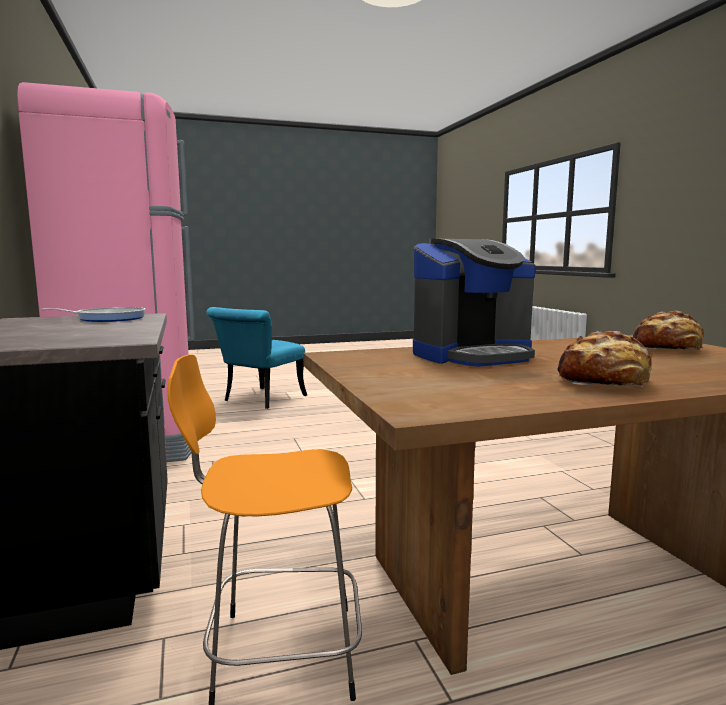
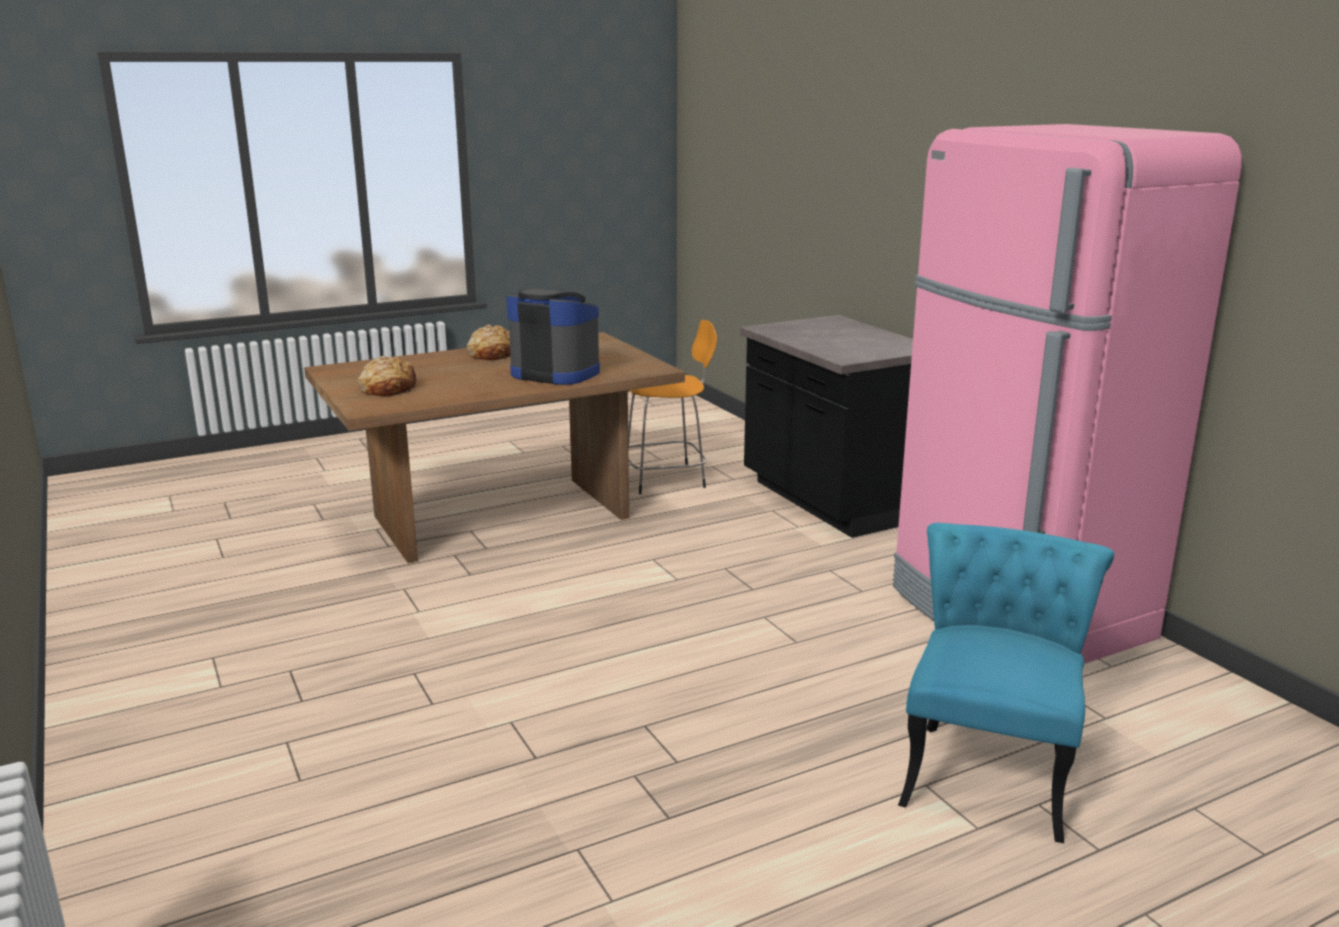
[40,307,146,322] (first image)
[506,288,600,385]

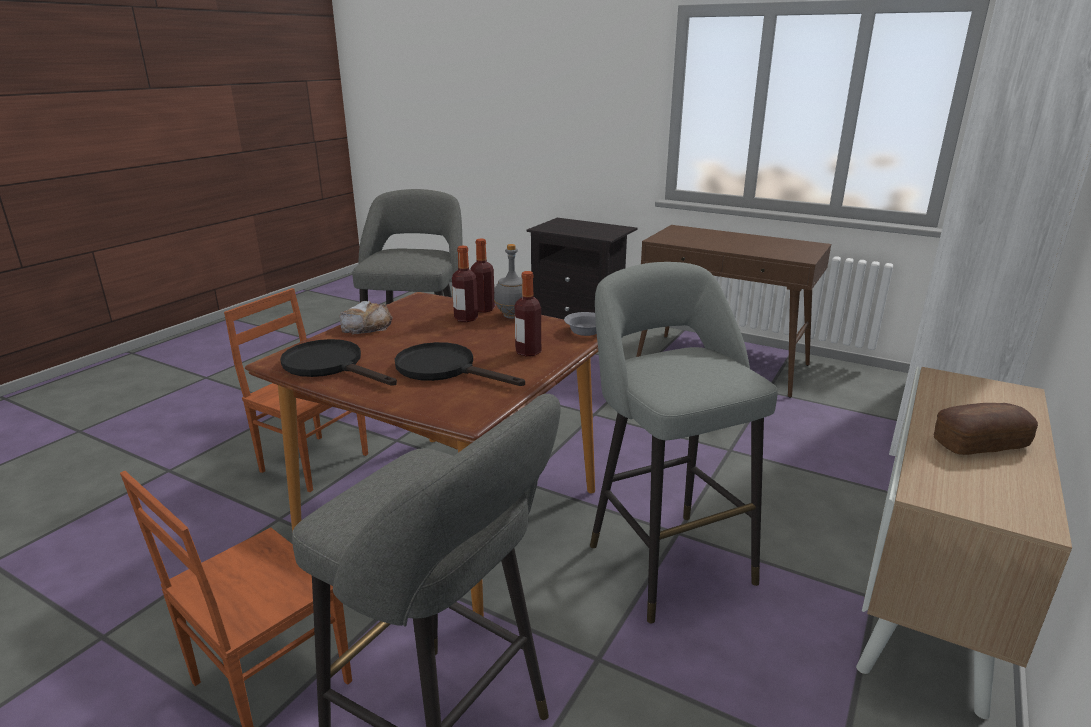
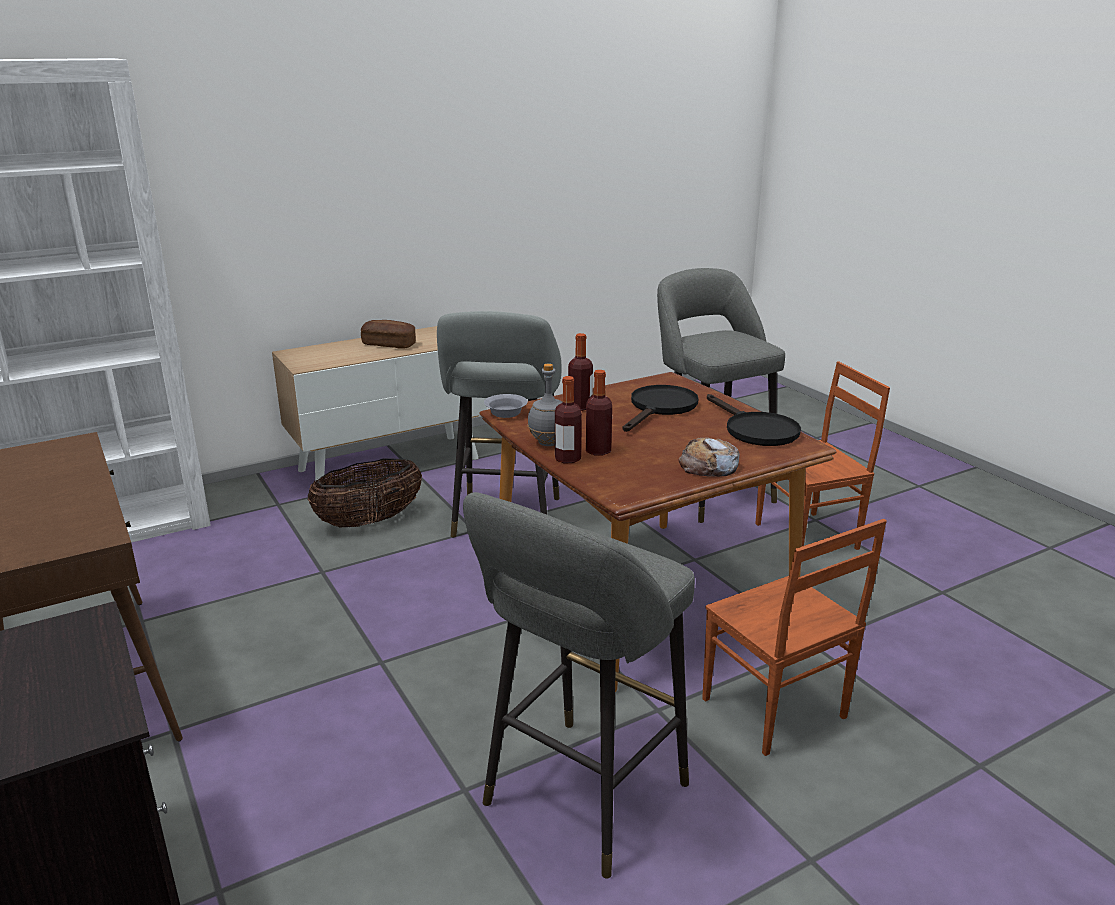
[307,459,422,527]
[622,385,698,432]

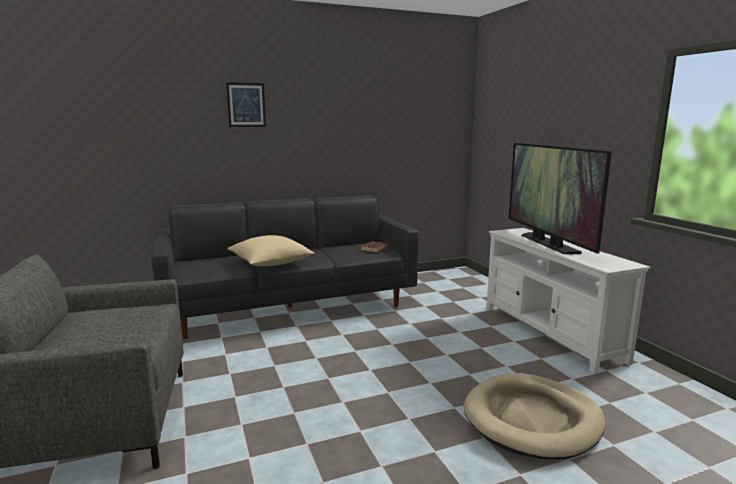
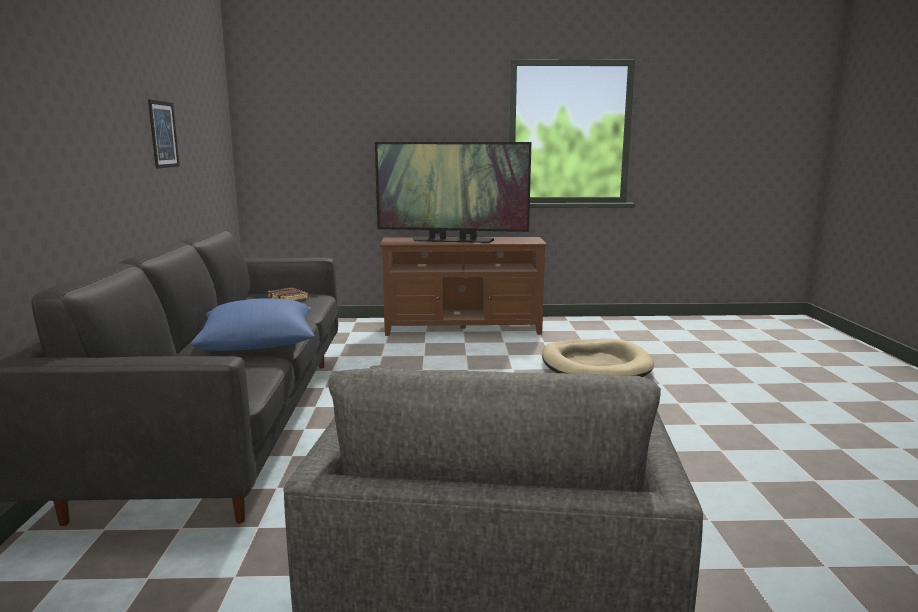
[148,100,180,169]
[191,298,315,351]
[379,237,547,336]

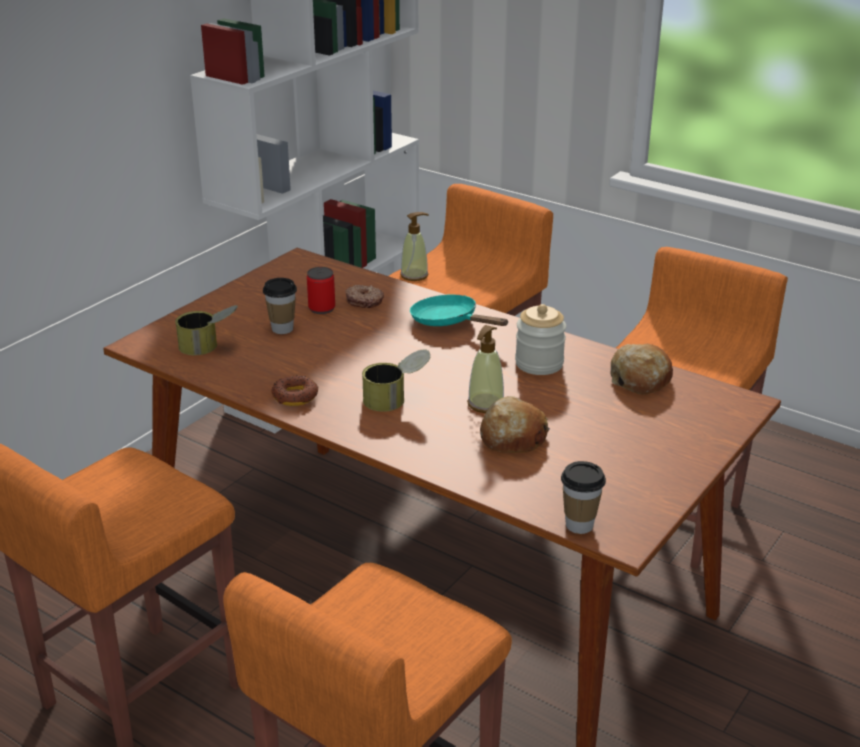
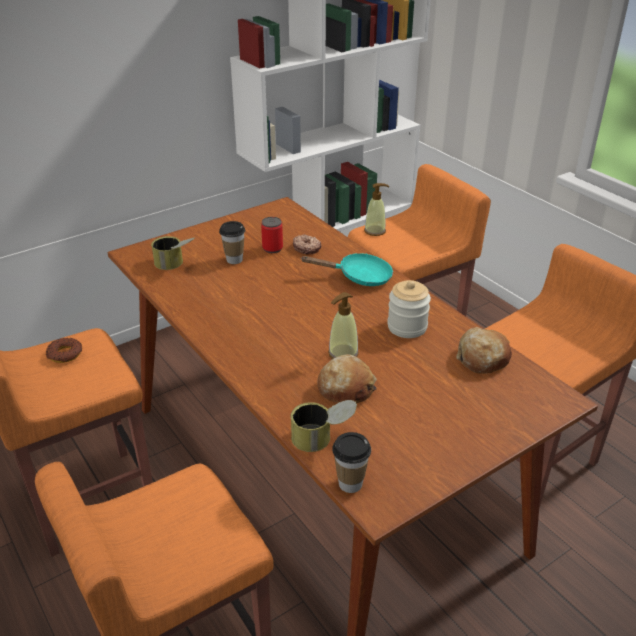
[46,338,82,363]
[291,400,357,452]
[300,253,393,286]

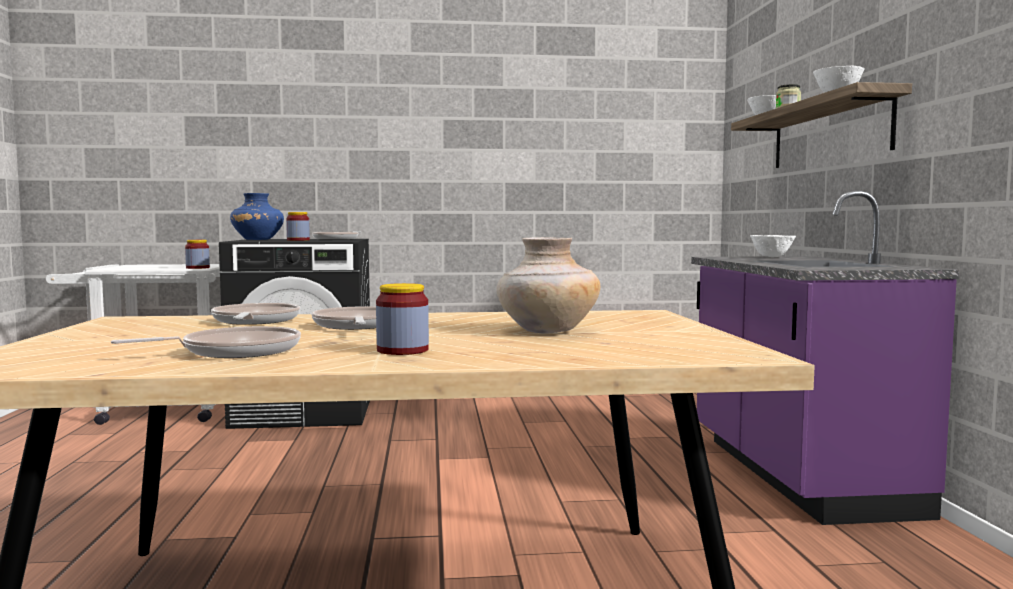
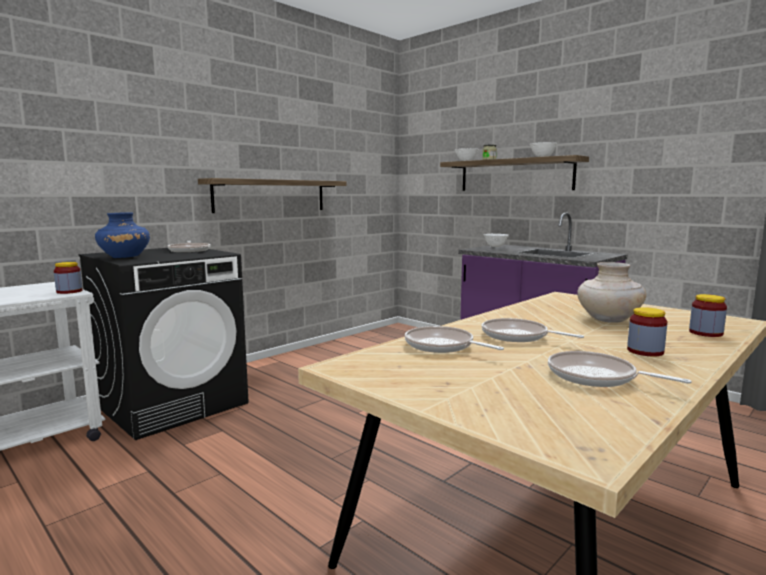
[198,178,347,213]
[689,294,727,337]
[548,351,692,387]

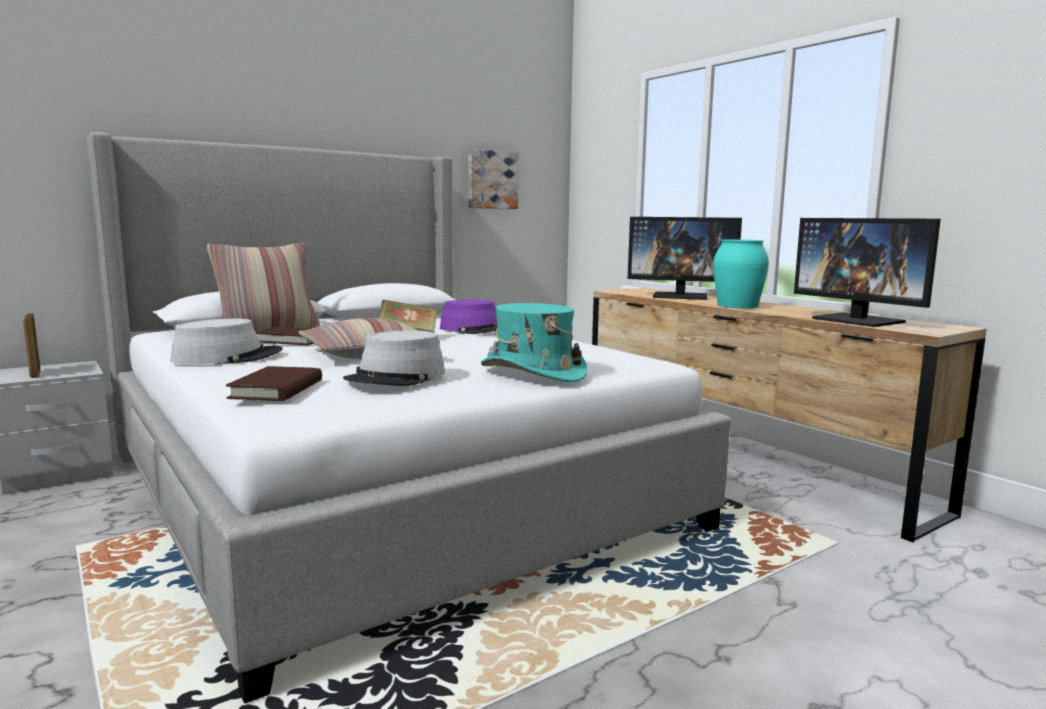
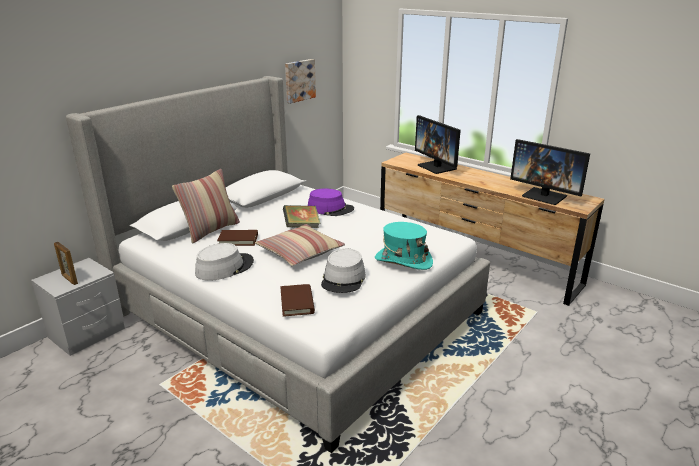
[713,239,769,309] (first image)
[415,115,461,174]

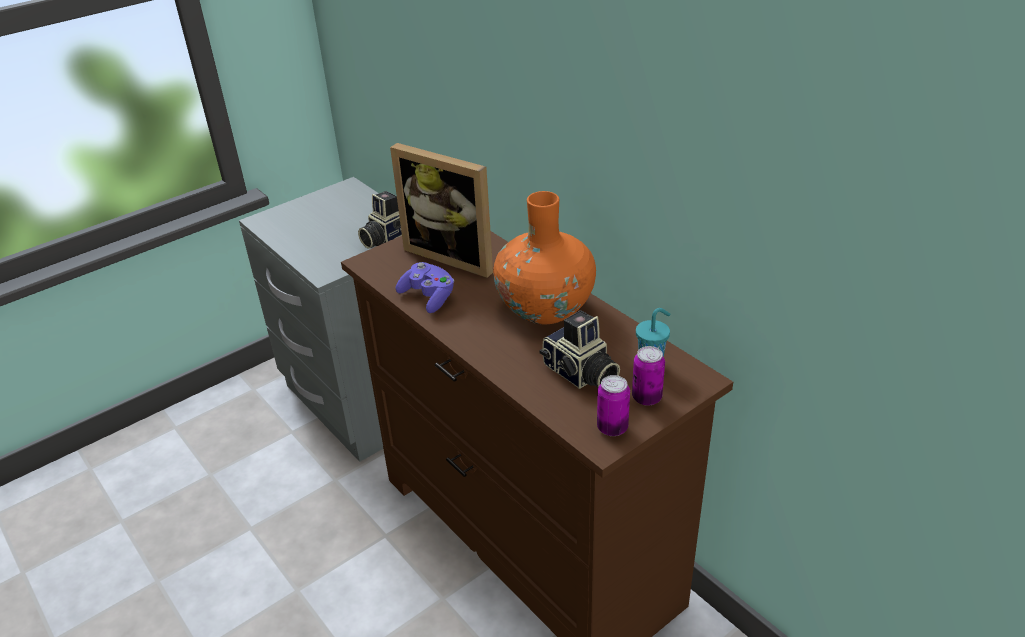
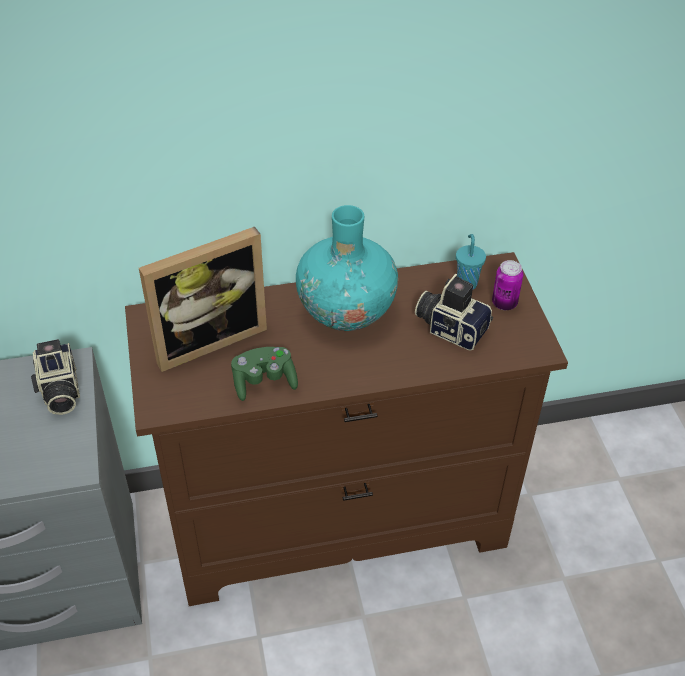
[597,375,630,436] (first image)
[231,347,298,401]
[296,205,398,331]
[415,274,493,351]

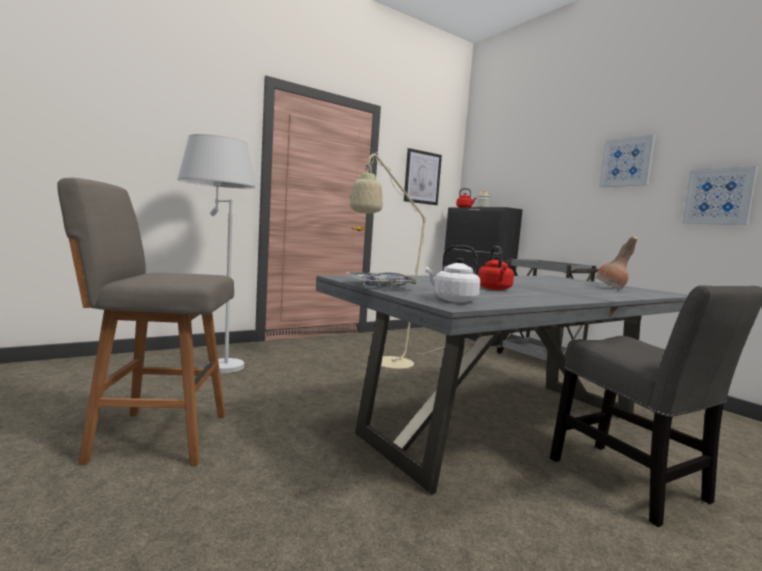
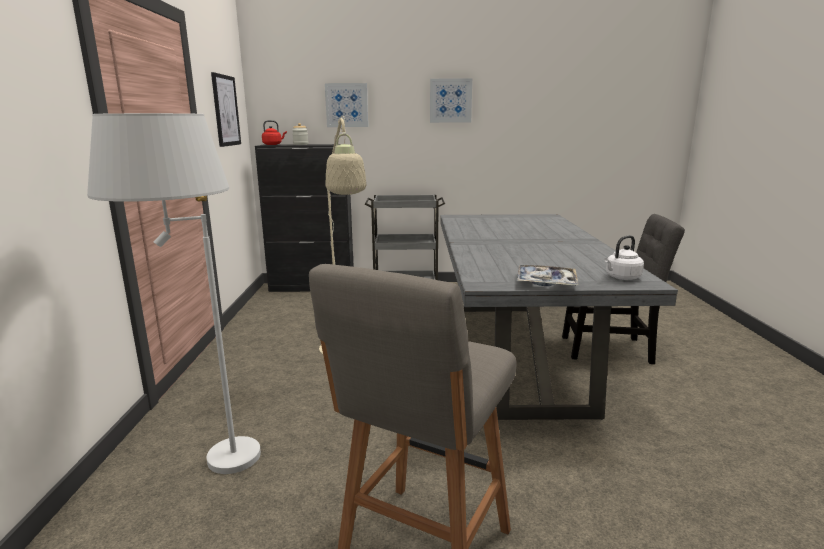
[478,246,514,290] (first image)
[596,236,638,289] (first image)
[325,83,368,127]

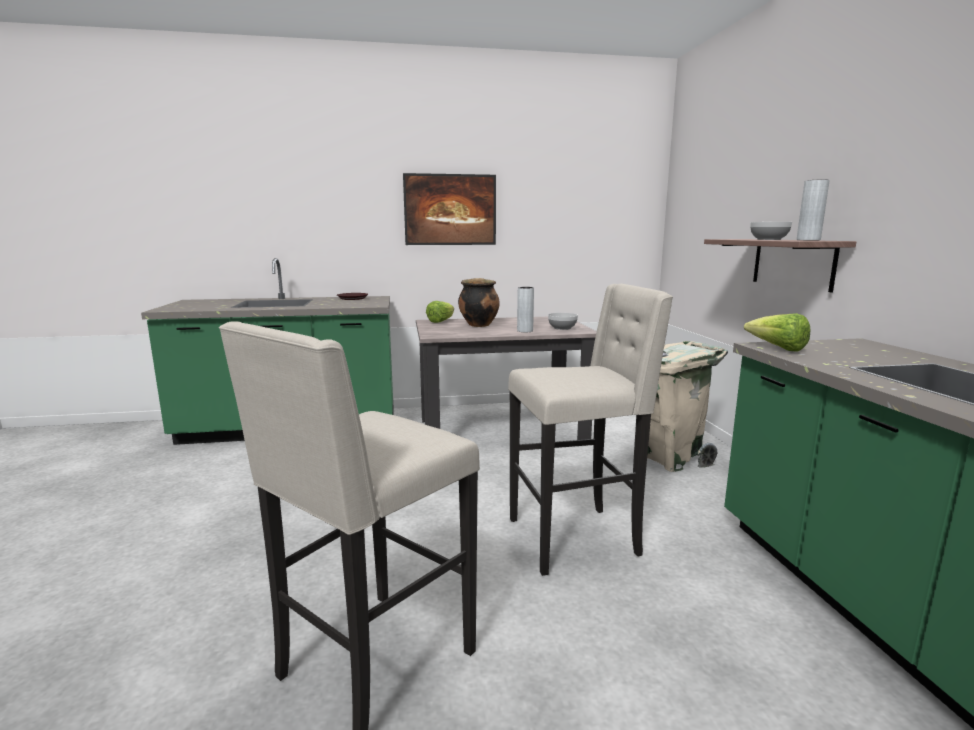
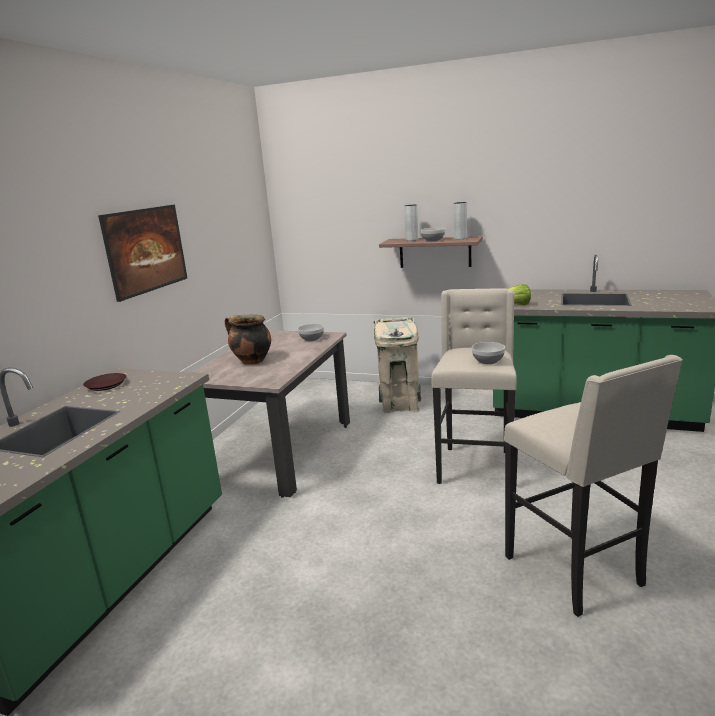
[426,301,454,323] (first image)
[472,342,505,364]
[404,205,418,241]

